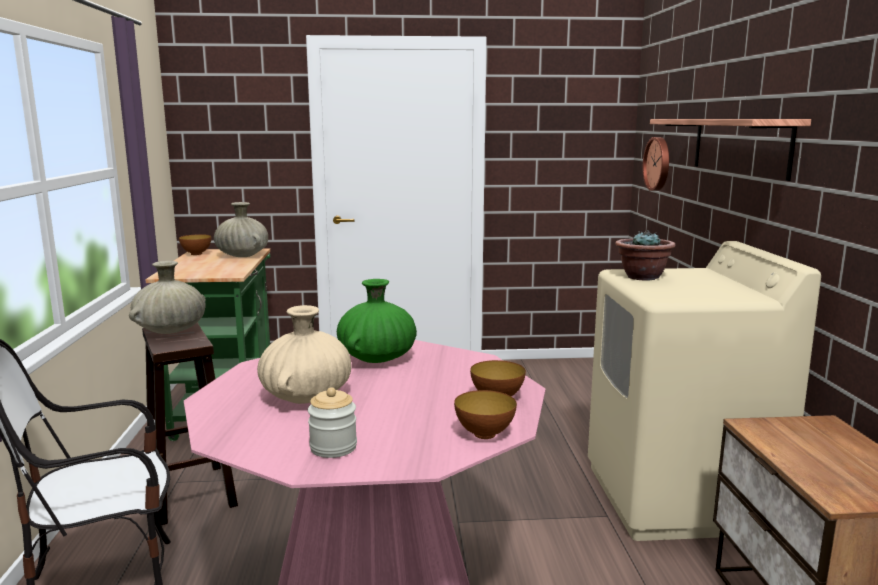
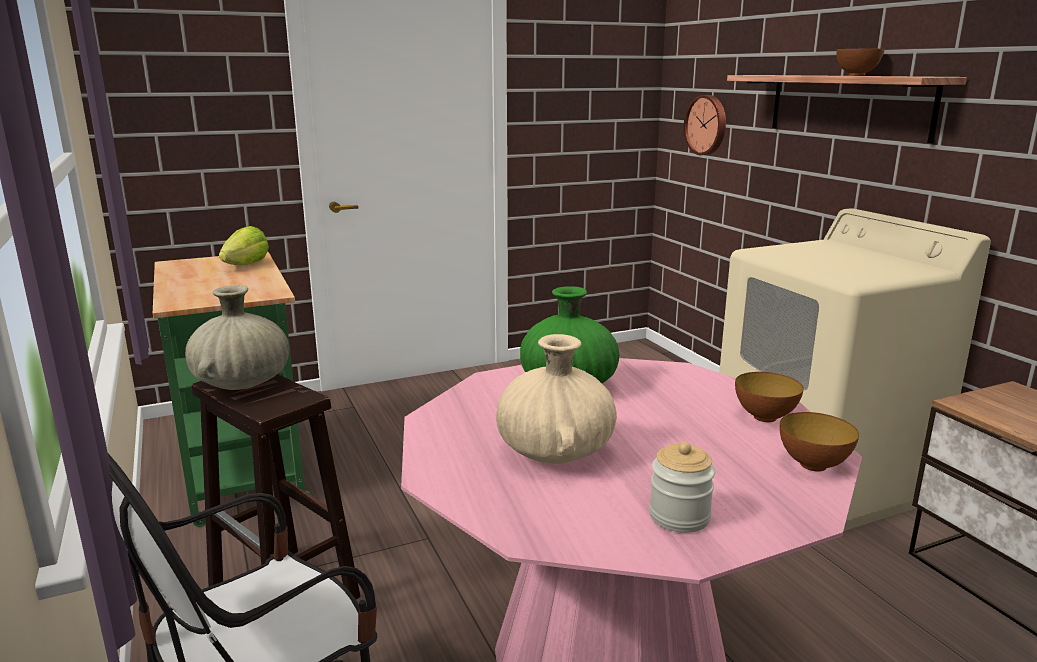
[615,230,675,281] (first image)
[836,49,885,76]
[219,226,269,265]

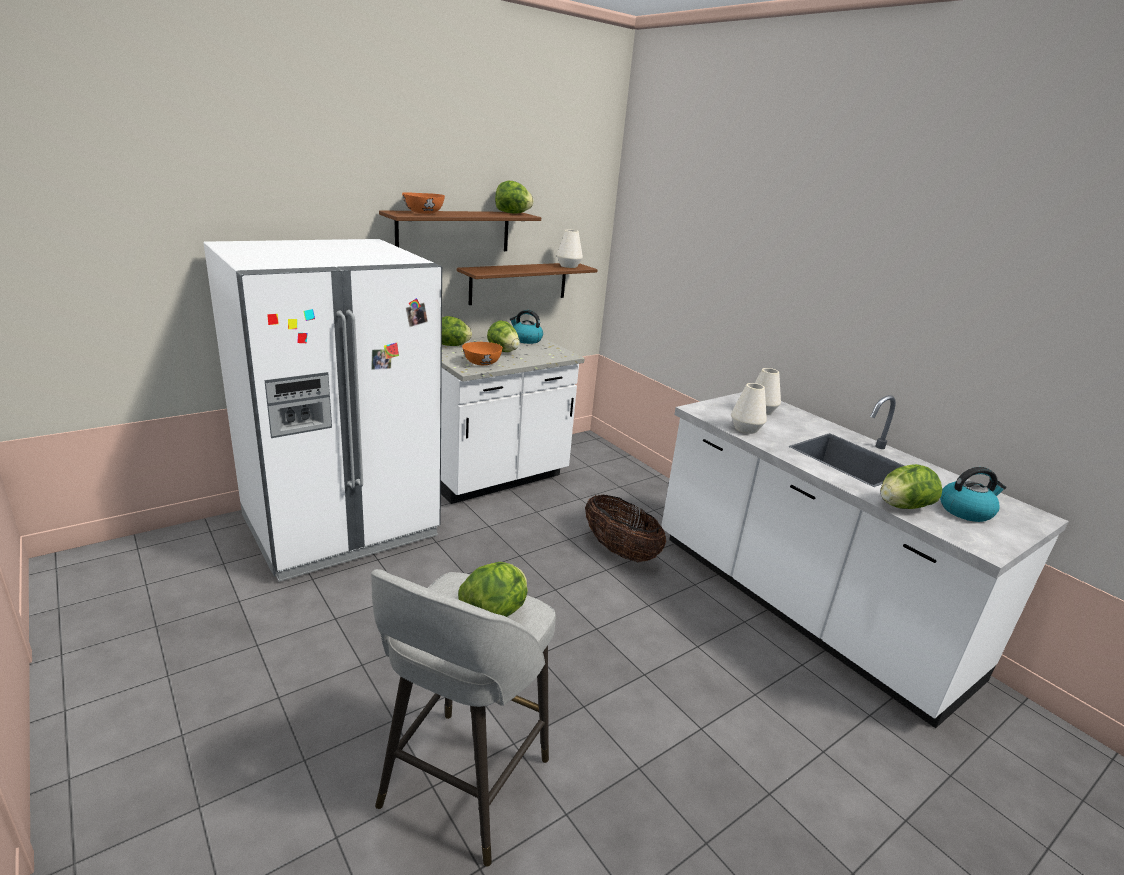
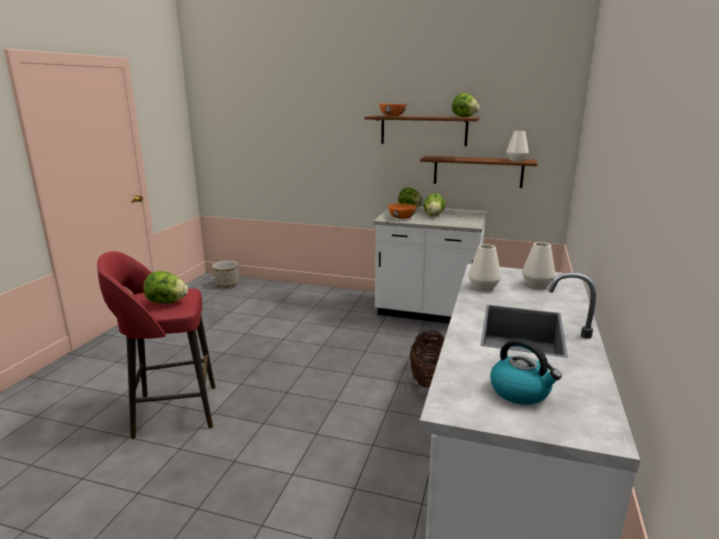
[203,239,442,582] (first image)
[510,310,543,344] (first image)
[880,464,942,509] (first image)
[212,261,239,288]
[97,251,215,439]

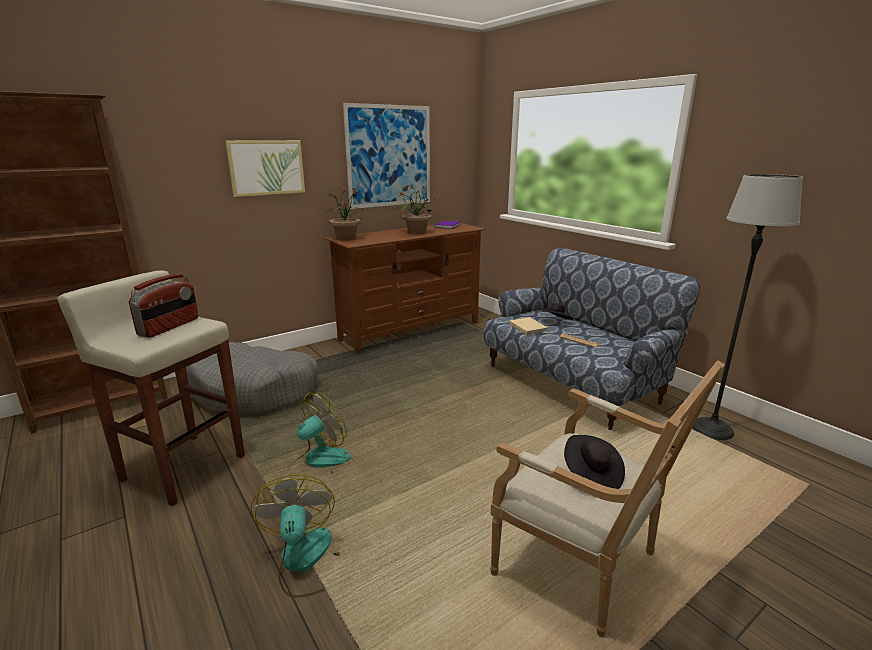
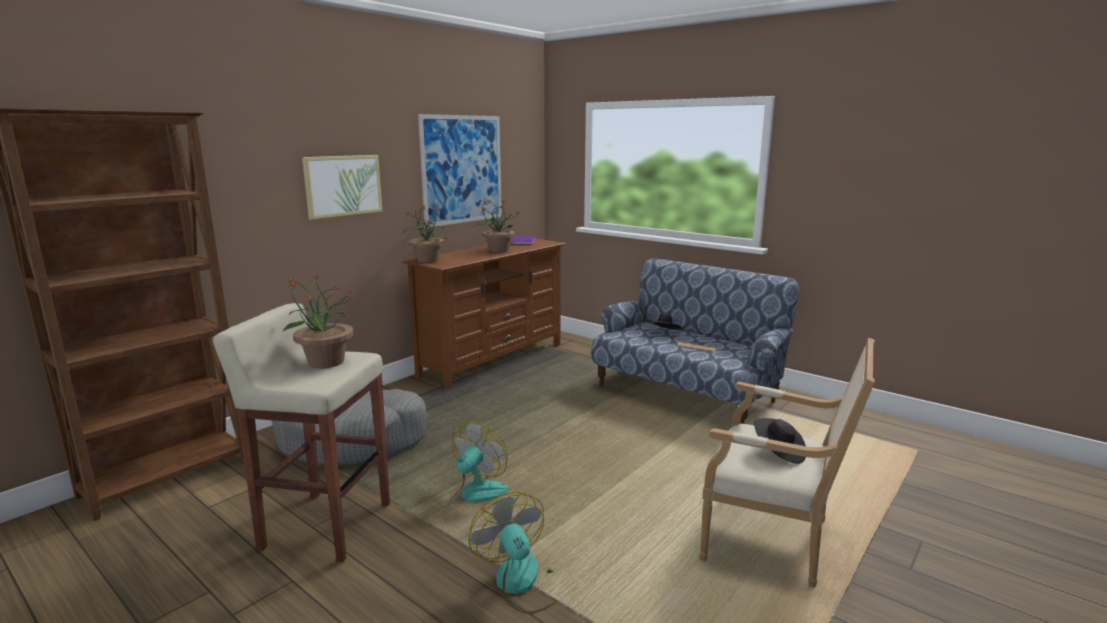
[509,317,548,335] (first image)
[693,174,803,440] (first image)
[282,273,355,368]

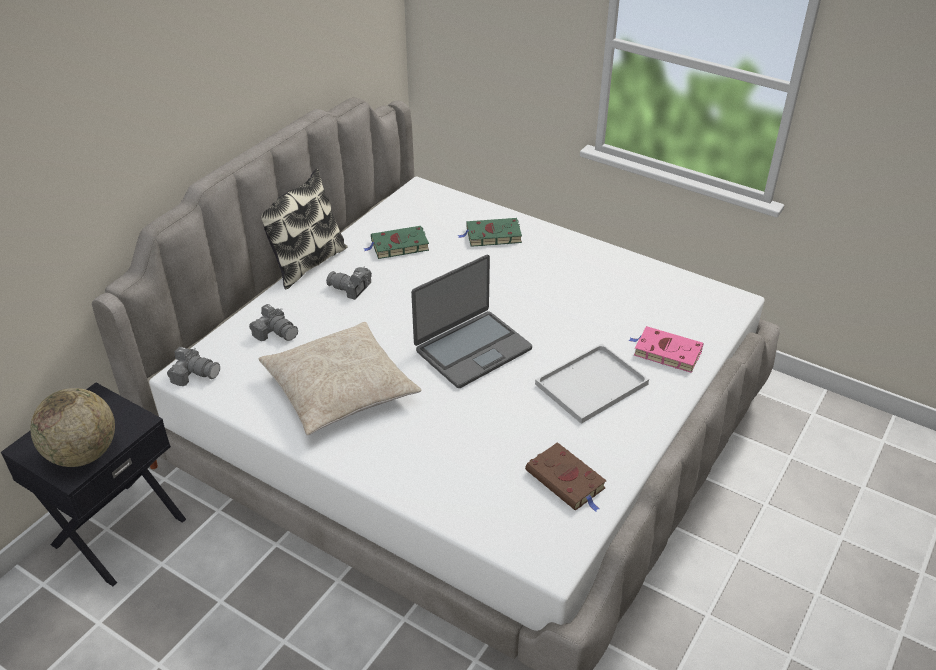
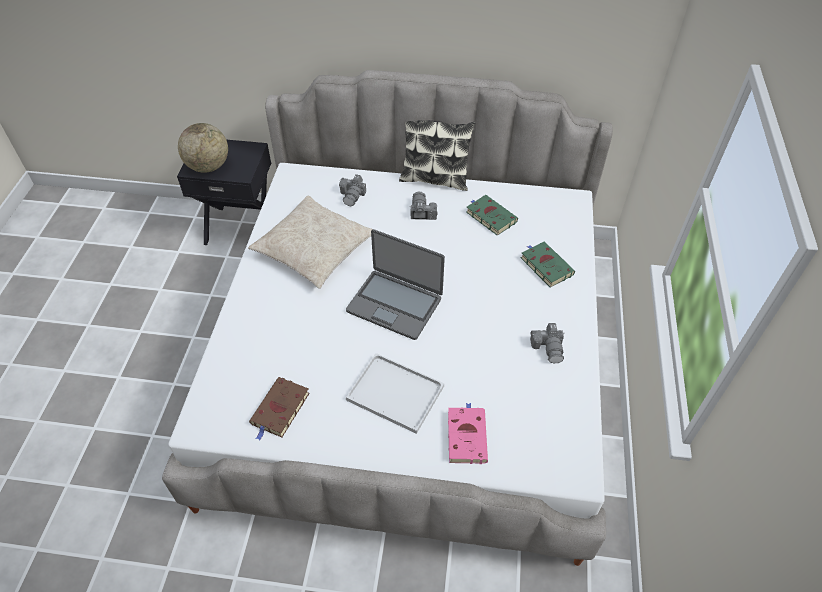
[530,323,565,363]

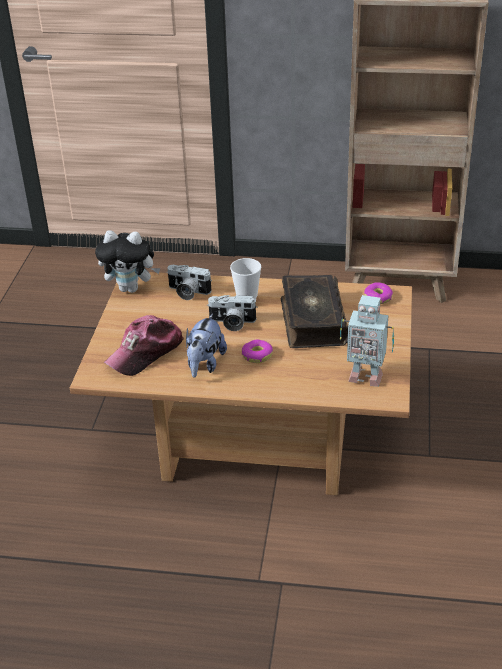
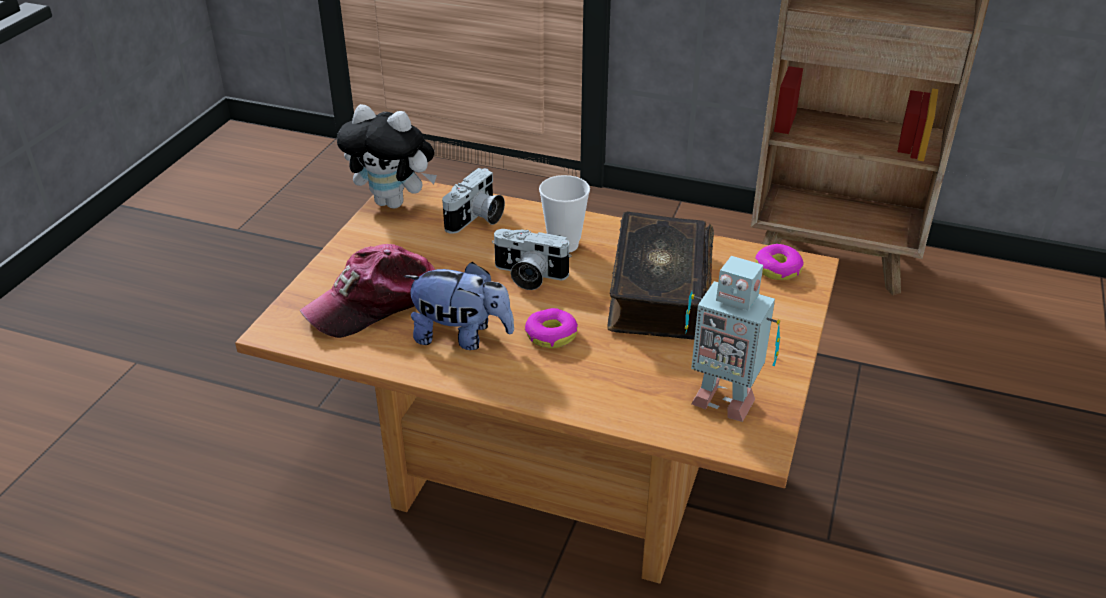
[442,168,505,234]
[404,262,514,350]

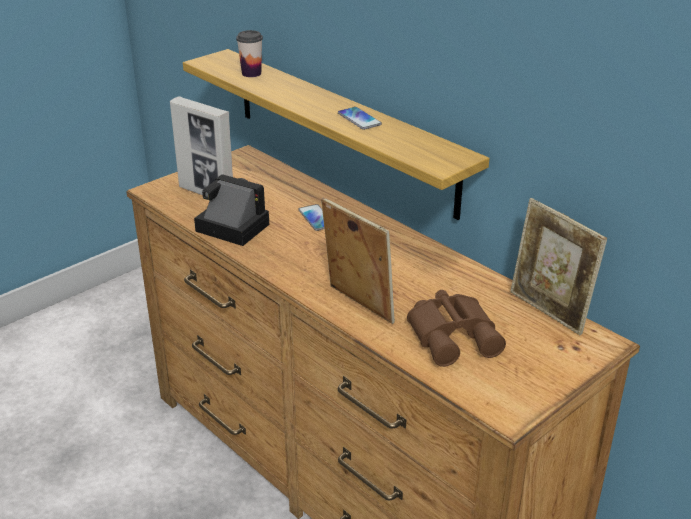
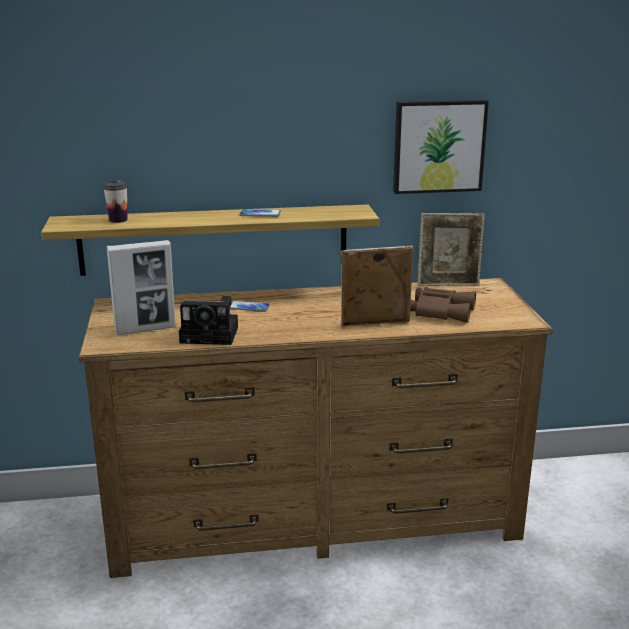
[393,100,489,194]
[179,296,238,345]

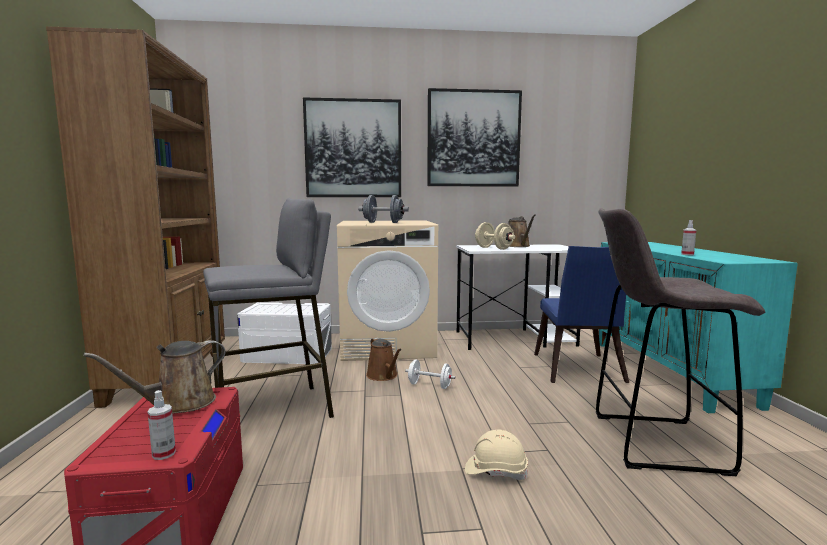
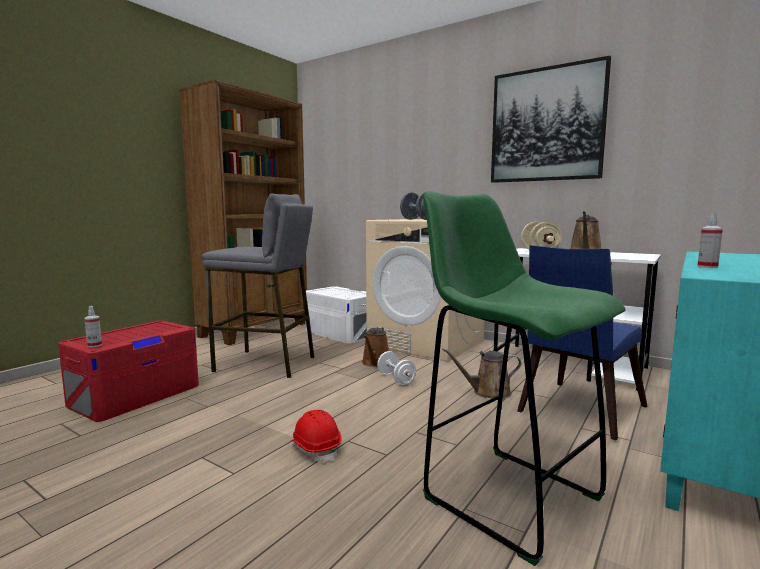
[303,97,401,197] (first image)
[442,348,521,399]
[291,410,341,462]
[423,191,626,566]

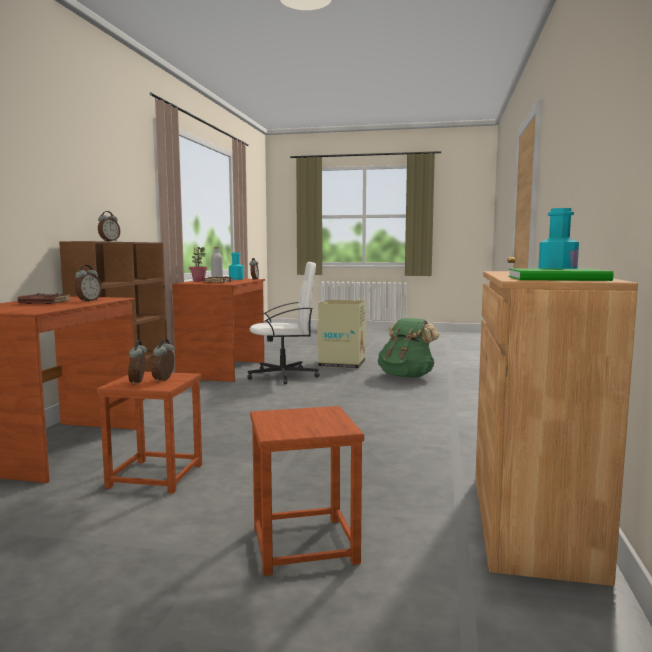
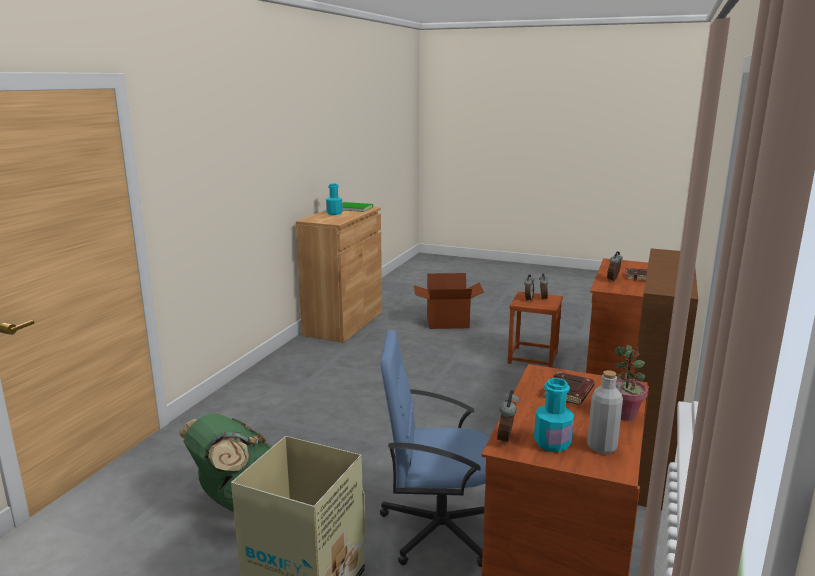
[98,211,120,241] (first image)
[414,273,484,329]
[380,330,489,567]

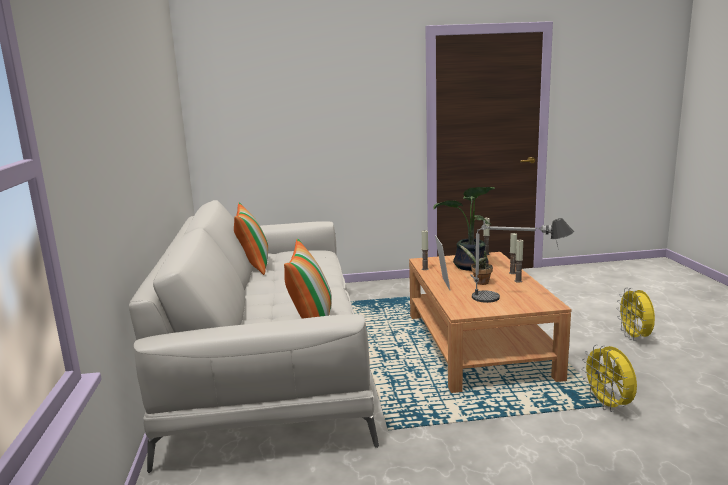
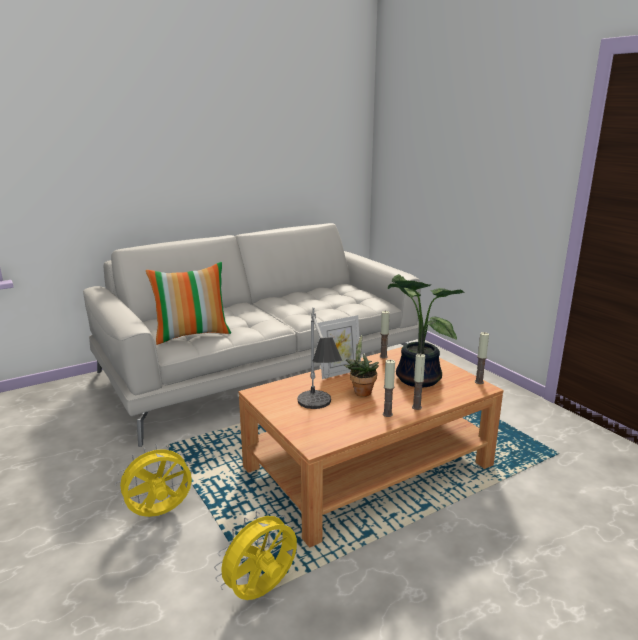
[234,203,268,275] (first image)
[115,444,192,517]

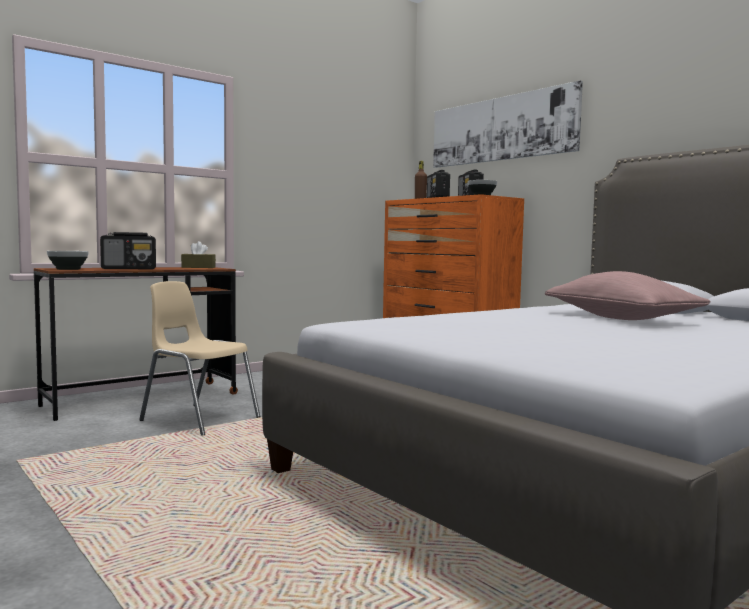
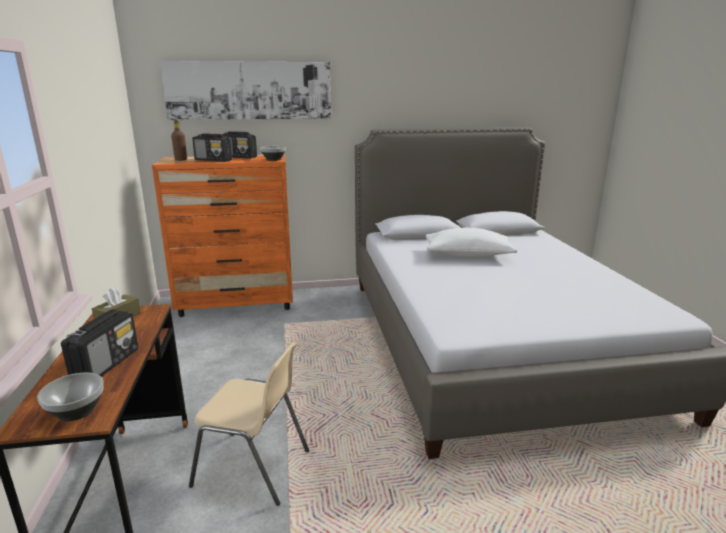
[426,228,517,257]
[189,342,309,506]

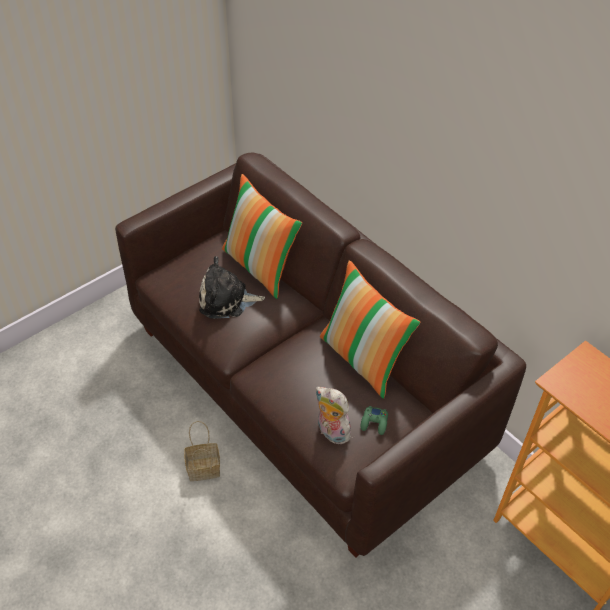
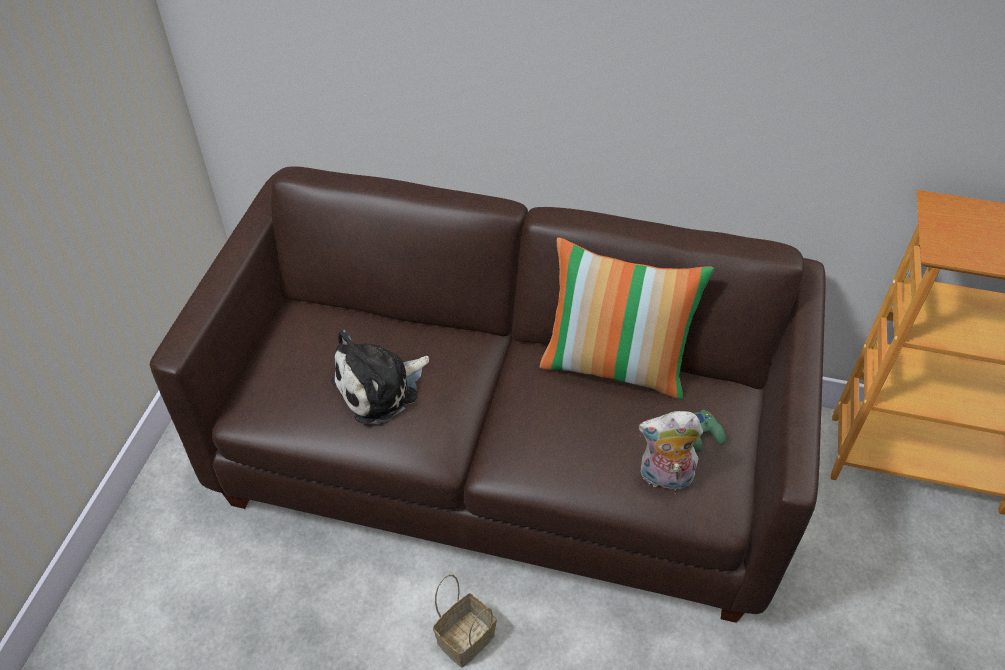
[222,174,302,299] (first image)

